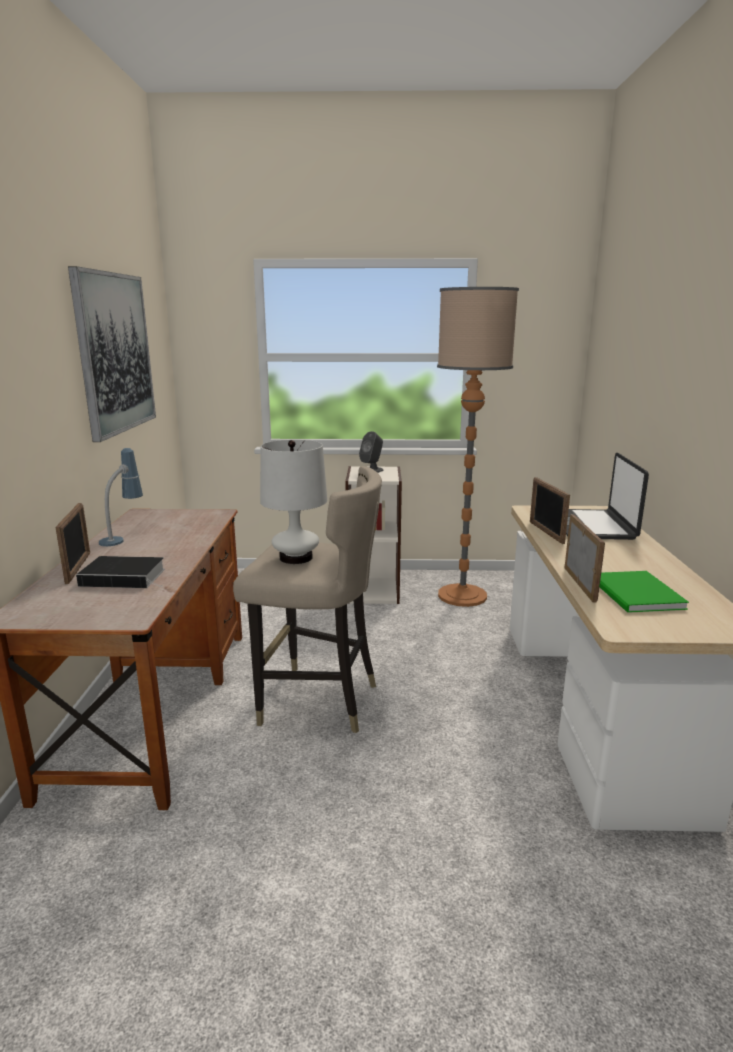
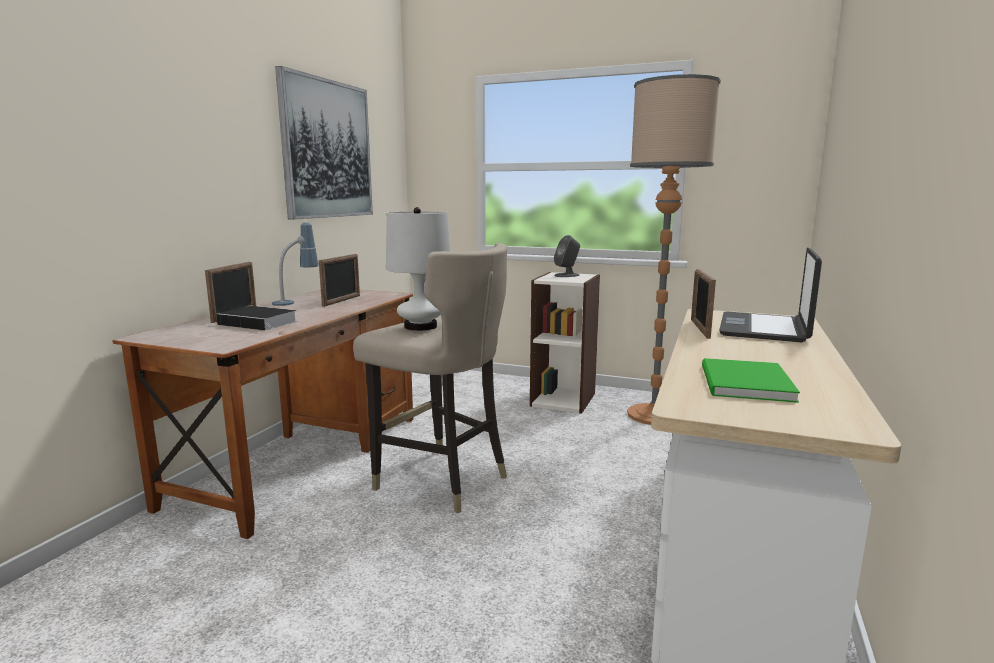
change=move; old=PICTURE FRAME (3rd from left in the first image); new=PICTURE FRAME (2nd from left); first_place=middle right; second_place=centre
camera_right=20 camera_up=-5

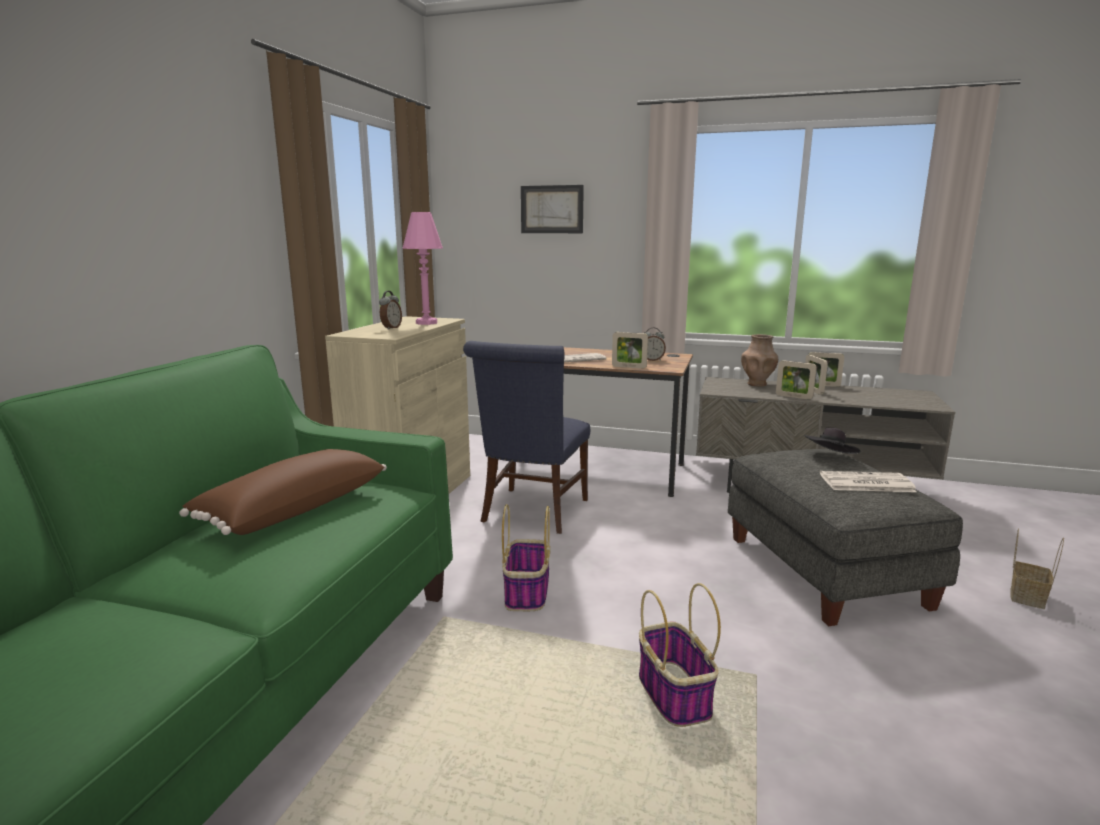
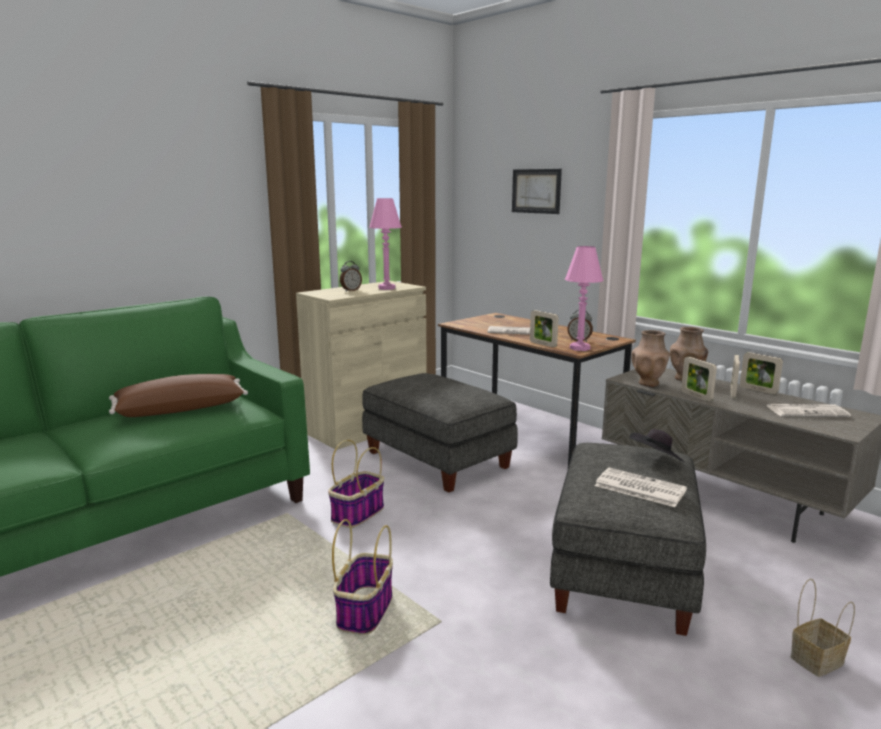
change=replace; old=BLUE-COLOURED UPRIGHT CHAIR; new=GREY OTTOMAN (1st from left); first_place=centre; second_place=centre
change=insert; new=PINK TABLETOP LAMP (2nd from left); second_place=centre
change=insert; new=BROWNISH DECORATIVE VASE (1st from left); second_place=middle right
change=insert; new=PRINTED PAPER (3rd from left); second_place=middle right
camera_right=30 camera_up=0

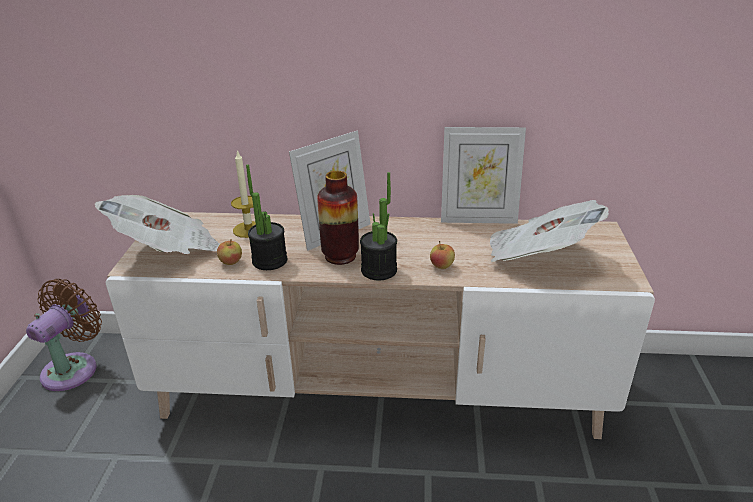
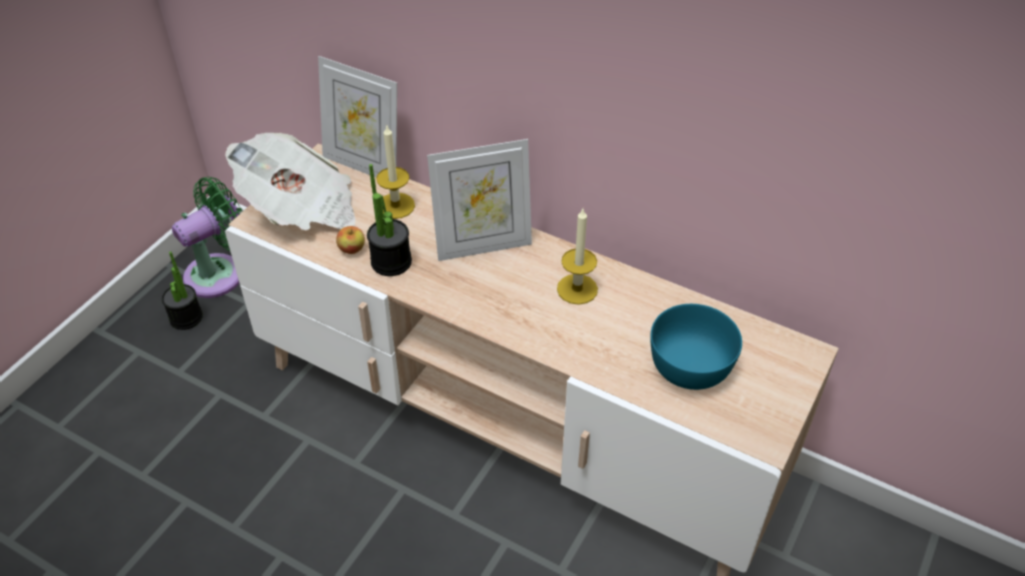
change=move; old=PLANT IN A POT (2nd from left in the first image); new=PLANT IN A POT (1st from left); first_place=centre; second_place=middle left
change=recolor; old=BROWNISH COOLING FAN; new=GREEN COOLING FAN; first_place=bottom left; second_place=middle left
change=move; old=PICTURE FRAME (2nd from left in the first image); new=PICTURE FRAME (1st from left); first_place=centre; second_place=top centre
change=insert; new=WAX LIGHT (2nd from left); second_place=centre
change=replace; old=PRINTED PAPER (2nd from left); new=TURQUOISE-COLOURED BOWL; first_place=middle right; second_place=middle right
change=delete; old=DECORATIVE VASE; first_place=centre
change=delete; old=APPLE (2nd from left); first_place=centre
camera_right=25 camera_up=15

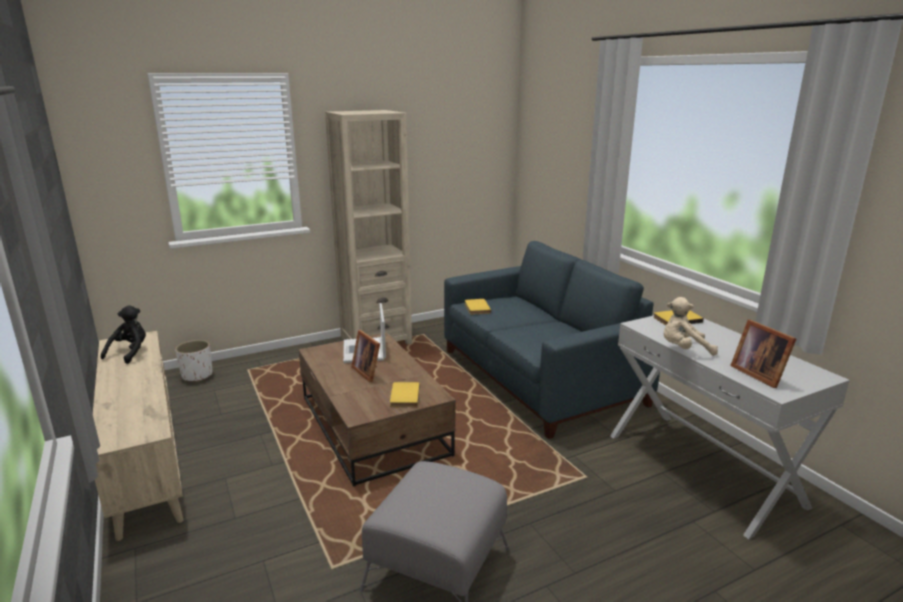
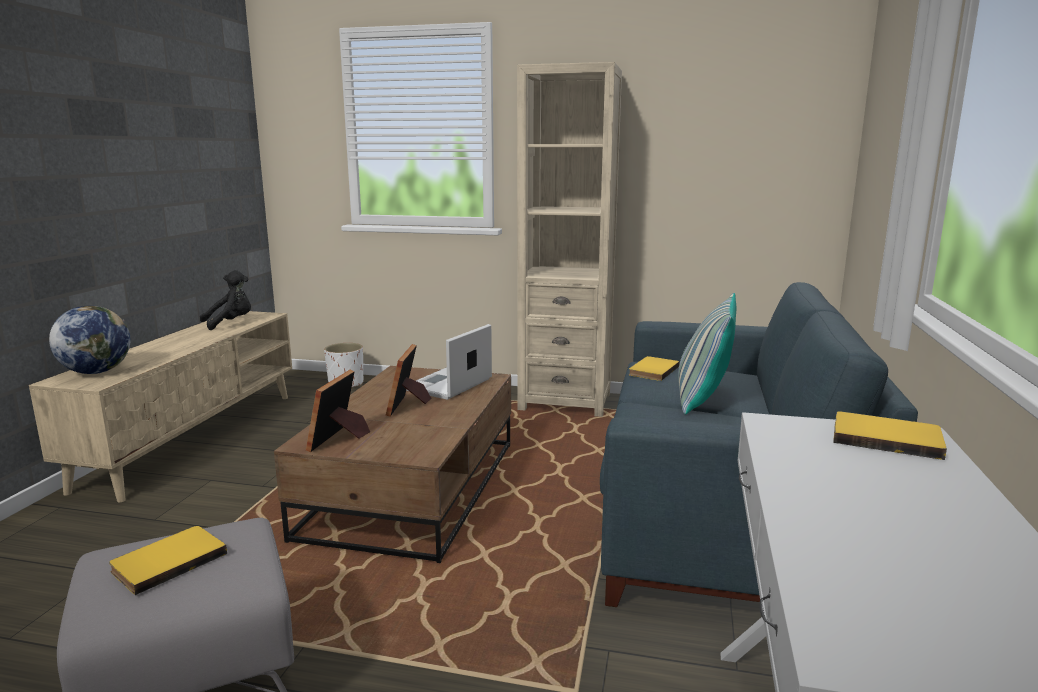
change=insert; new=WORLD GLOBE; second_place=middle left
change=move; old=YELLOW VOLUME (1st from left); first_place=centre; second_place=bottom left
change=move; old=PICTURE FRAME (2nd from left in the first image); new=PICTURE FRAME (1st from left); first_place=middle right; second_place=middle left
change=insert; new=CUSHION; second_place=middle right
change=delete; old=BEIGE SOFT TOY; first_place=middle right
camera_right=40 camera_up=-5

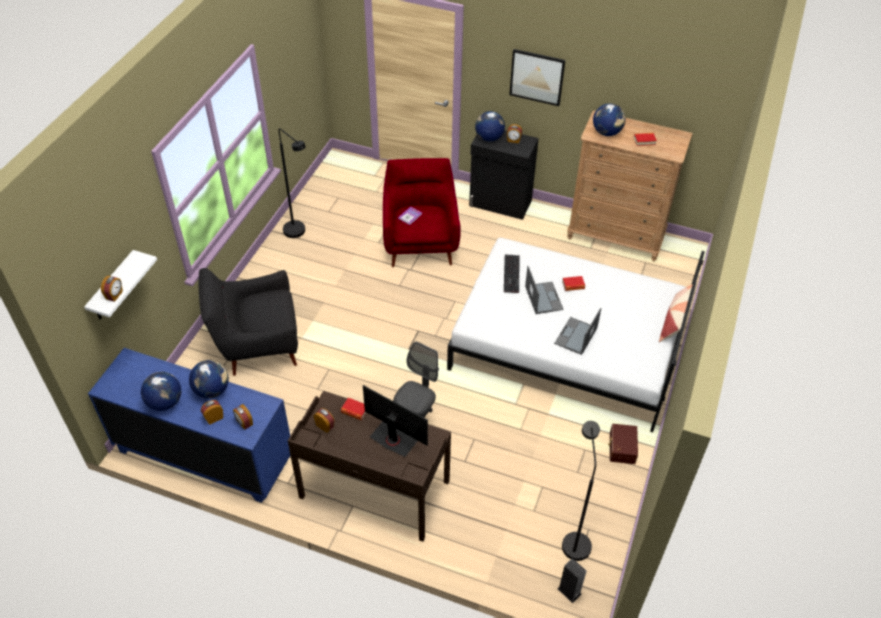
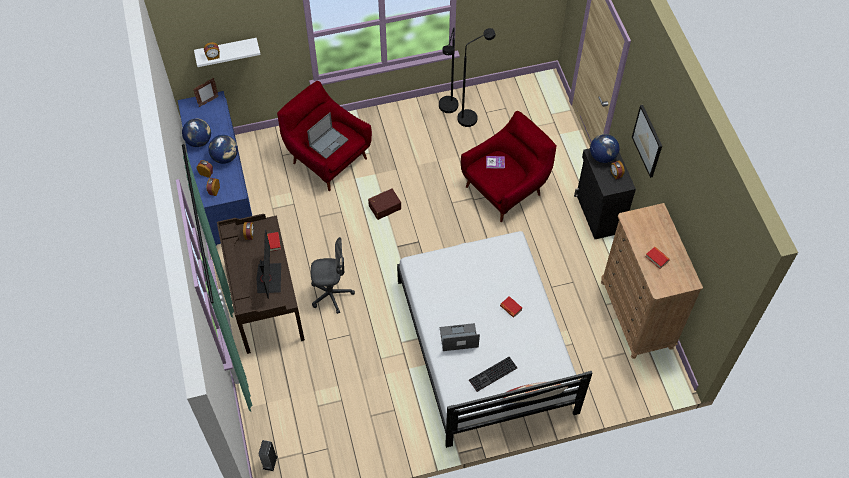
change=insert; new=PICTURE FRAME; second_place=top left
change=recolor; old=BLACK LOUNGE CHAIR; new=RED LOUNGE CHAIR (1st from left); first_place=middle left; second_place=top centre
change=move; old=LAPTOP (1st from left); first_place=centre; second_place=top centre
change=move; old=BROWNISH STORAGE BOX; first_place=bottom right; second_place=centre
change=move; old=BLACK FLOOR LAMP (2nd from left); first_place=bottom centre; second_place=top centre
change=move; old=PC KEYBOARD; first_place=centre; second_place=bottom centre
change=delete; old=WORLD GLOBE (4th from left); first_place=top right
camera_right=55 camera_up=10

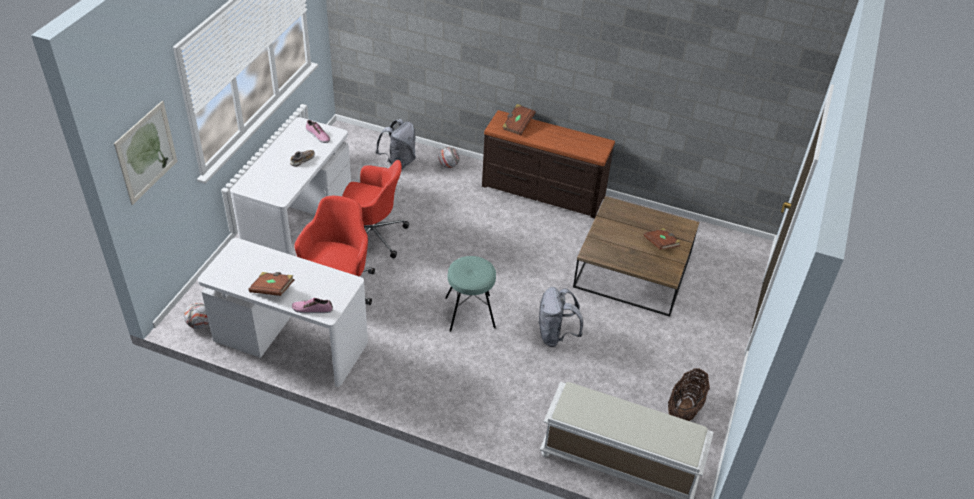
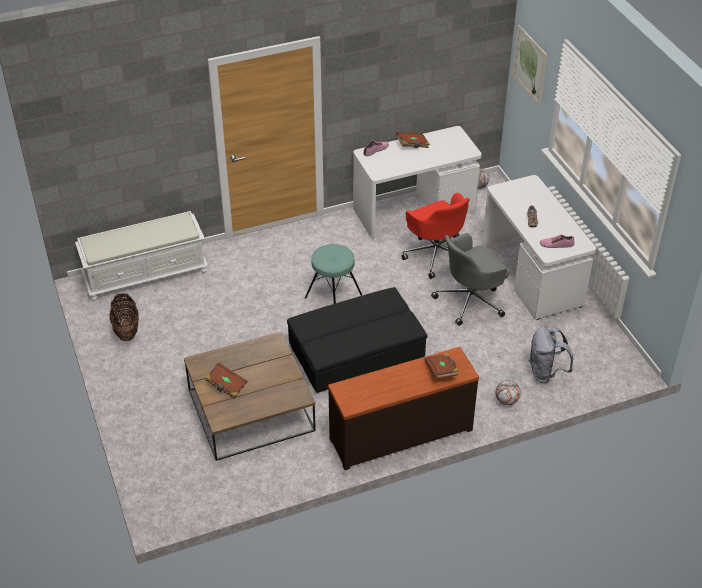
change=insert; new=BLACK OTTOMAN; second_place=centre
change=recolor; old=RED COMPUTER CHAIR (2nd from left); new=GREY COMPUTER CHAIR; first_place=centre; second_place=middle right
change=delete; old=GREY BACKPACK (2nd from left); first_place=centre
camera_right=140 camera_up=0

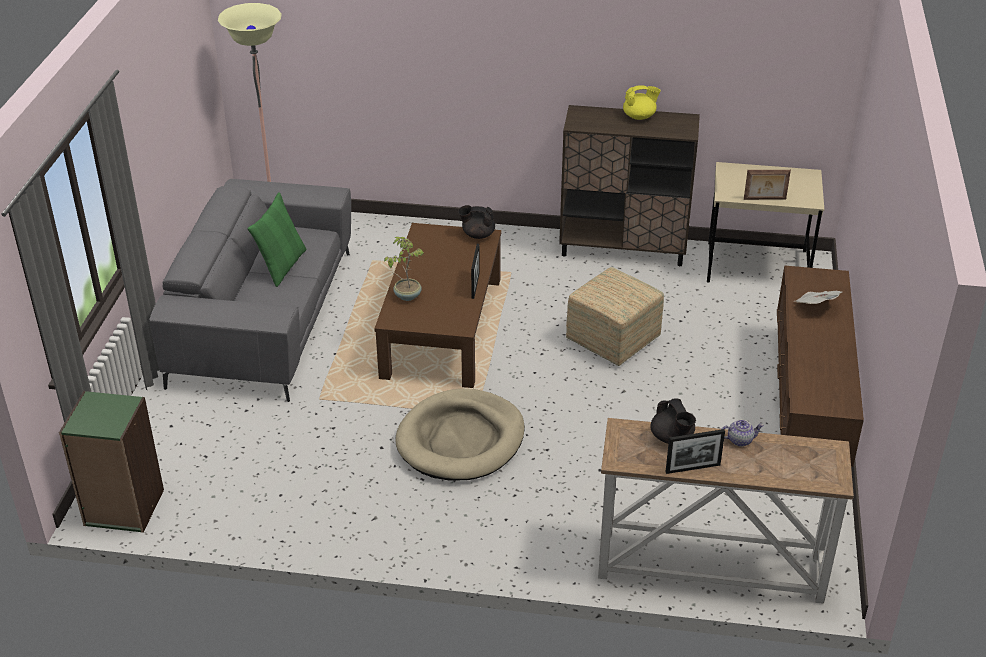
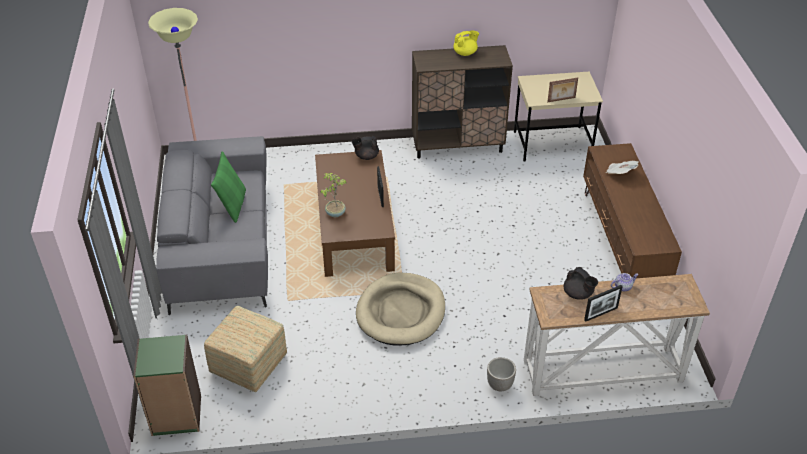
change=move; old=OTTOMAN; first_place=centre; second_place=bottom left
change=insert; new=PLANT POT; second_place=bottom centre
camera_right=-15 camera_up=5

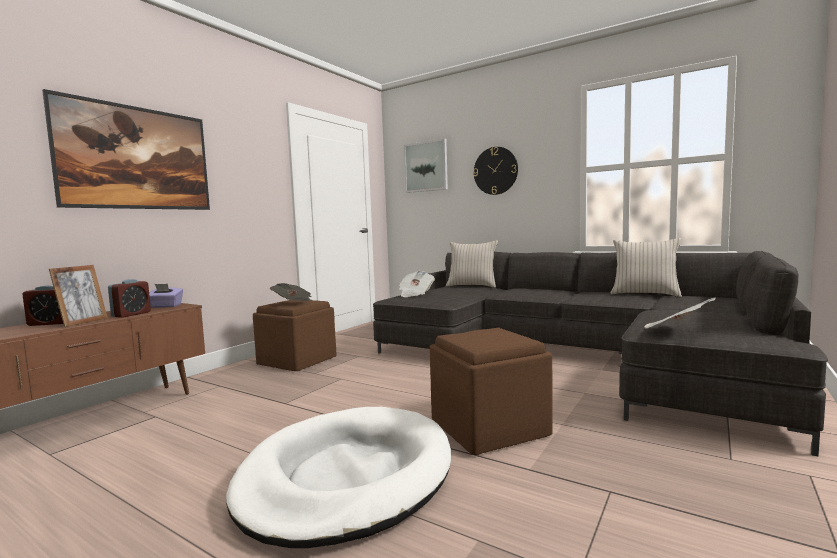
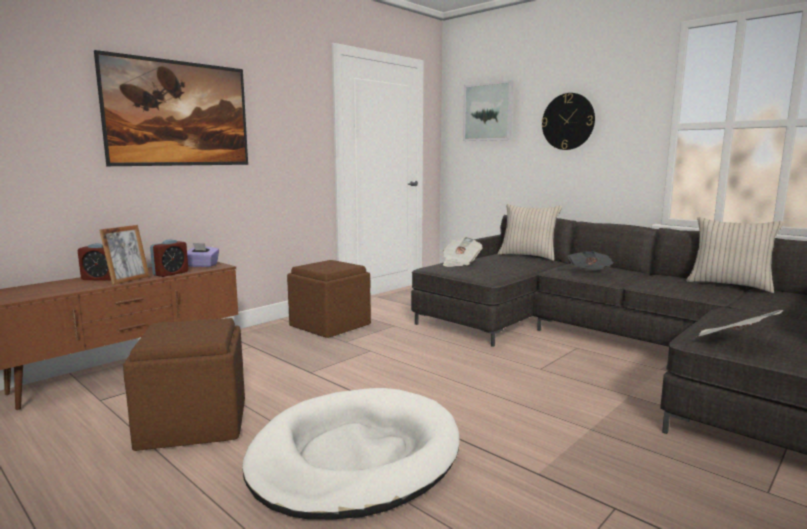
change=move; old=BROWNISH OTTOMAN (2nd from left in the first image); new=BROWNISH OTTOMAN (1st from left); first_place=bottom centre; second_place=bottom left
change=move; old=PRINTED PAPER (1st from left in the first image); new=PRINTED PAPER (2nd from left); first_place=centre; second_place=middle right
camera_right=10 camera_up=5

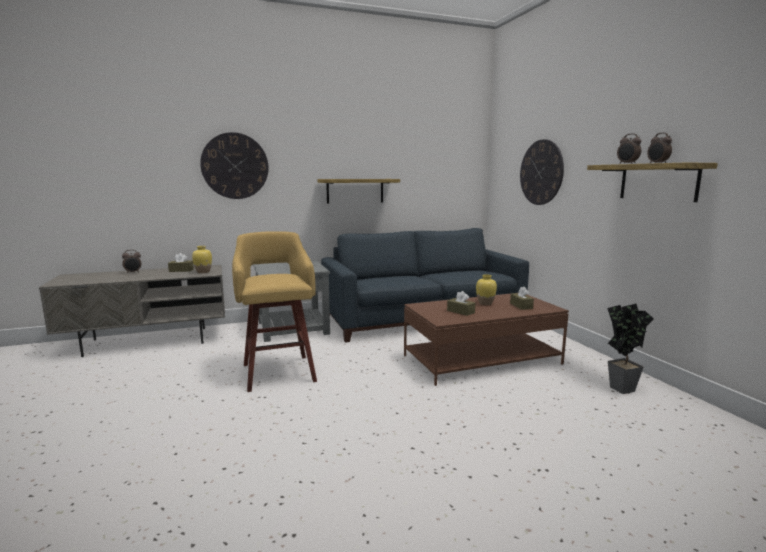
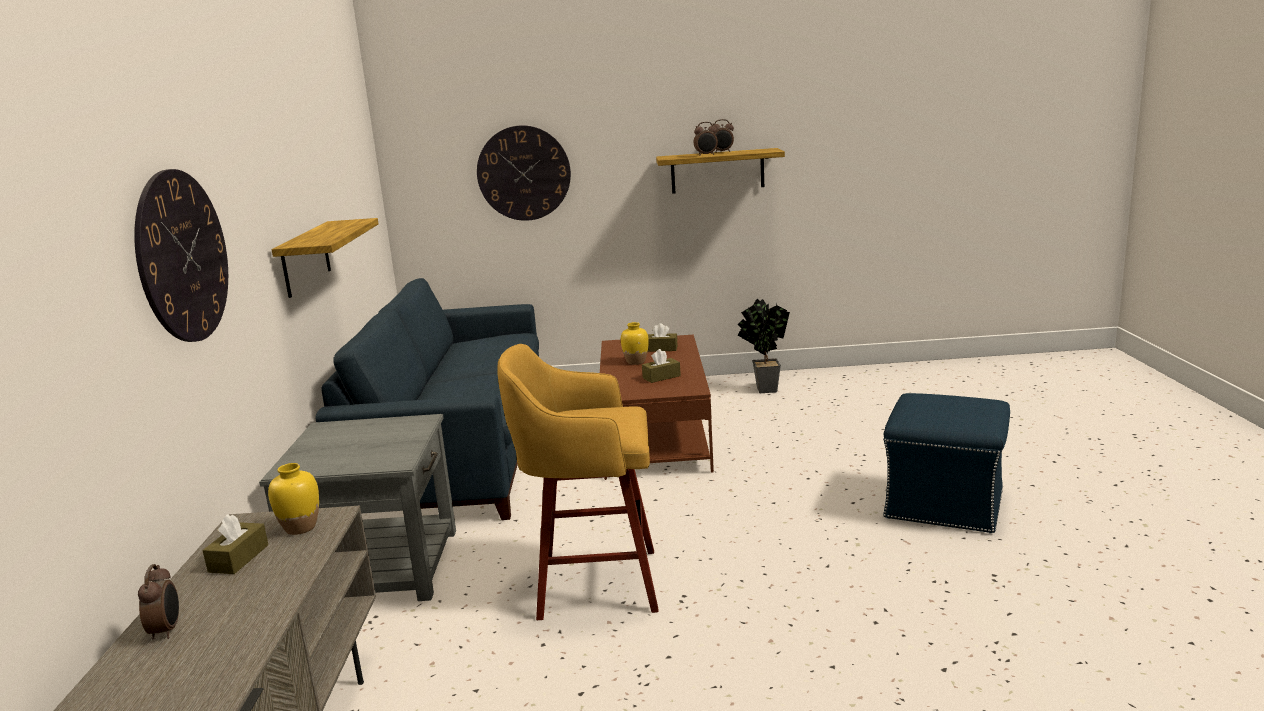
change=insert; new=BLUE-COLOURED OTTOMAN; second_place=middle right
camera_right=-70 camera_up=5

